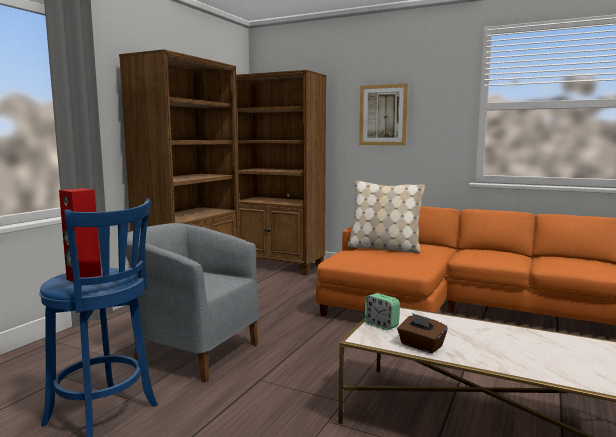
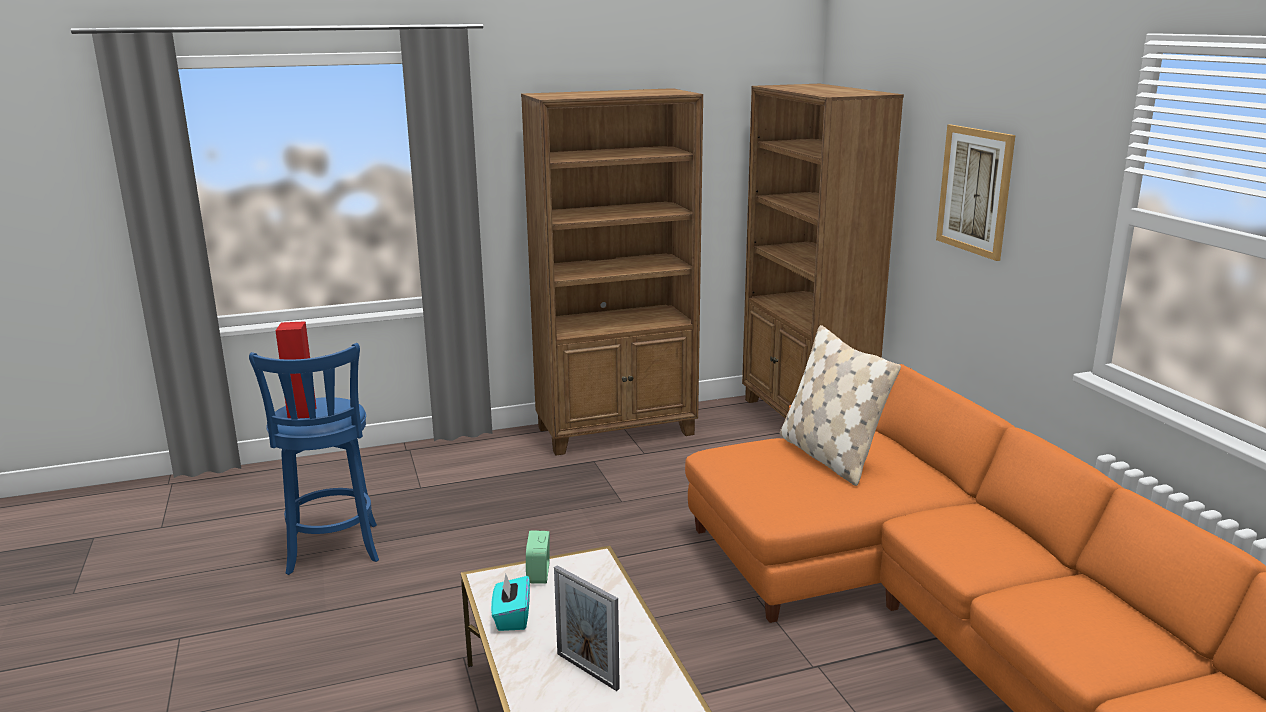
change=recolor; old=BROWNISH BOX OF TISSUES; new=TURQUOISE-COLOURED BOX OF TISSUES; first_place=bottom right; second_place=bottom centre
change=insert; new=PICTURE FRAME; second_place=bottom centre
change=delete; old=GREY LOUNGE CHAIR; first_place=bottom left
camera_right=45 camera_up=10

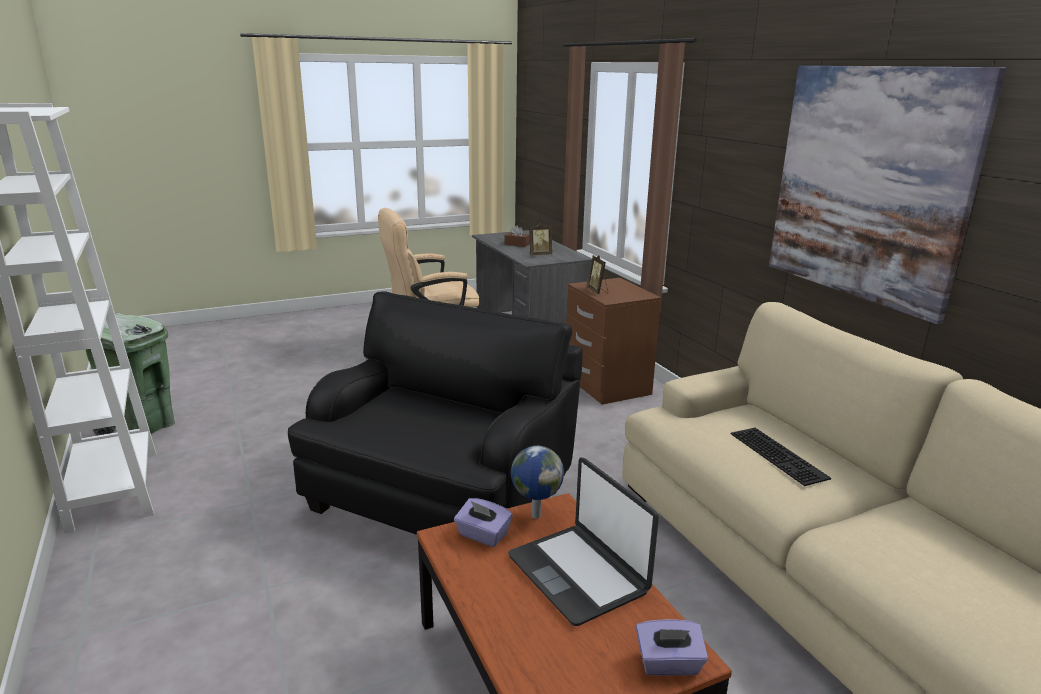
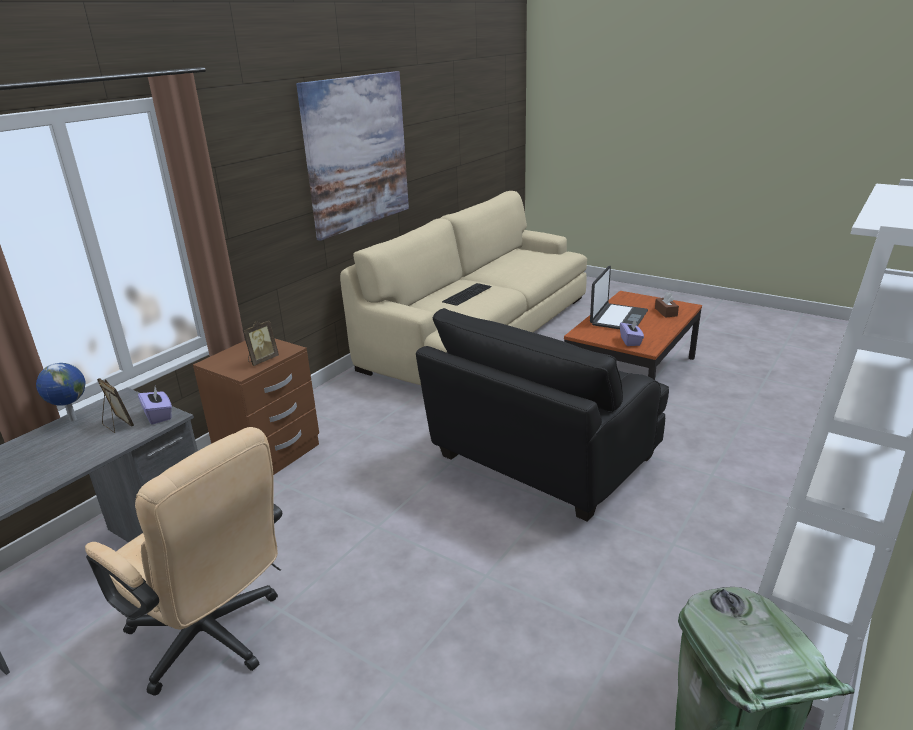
change=move; old=WORLD GLOBE; first_place=bottom centre; second_place=middle left
change=move; old=PURPLE BOX OF TISSUES (2nd from left in the first image); new=PURPLE BOX OF TISSUES (1st from left); first_place=bottom centre; second_place=middle left
change=rotate; old=BLACK LOUNGE CHAIR; first_place=centre; second_place=centre; degrees=-45
change=move; old=BROWNISH BOX OF TISSUES; first_place=centre; second_place=middle right
camera_right=-120 camera_up=5

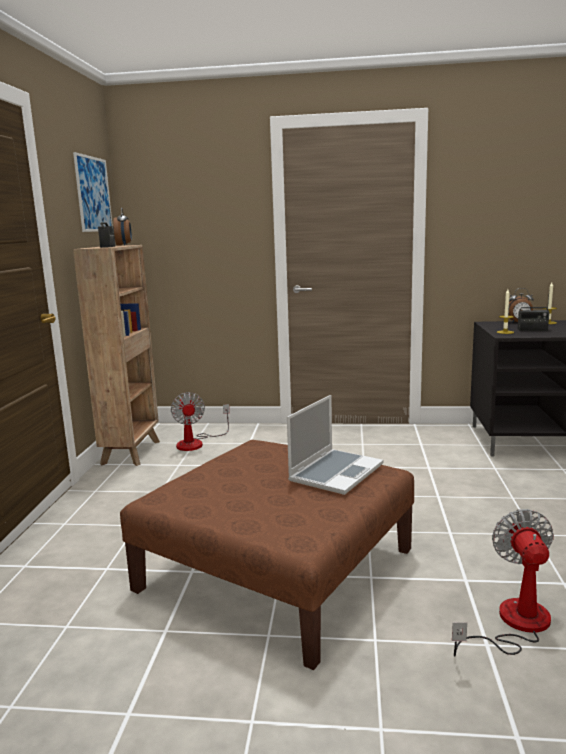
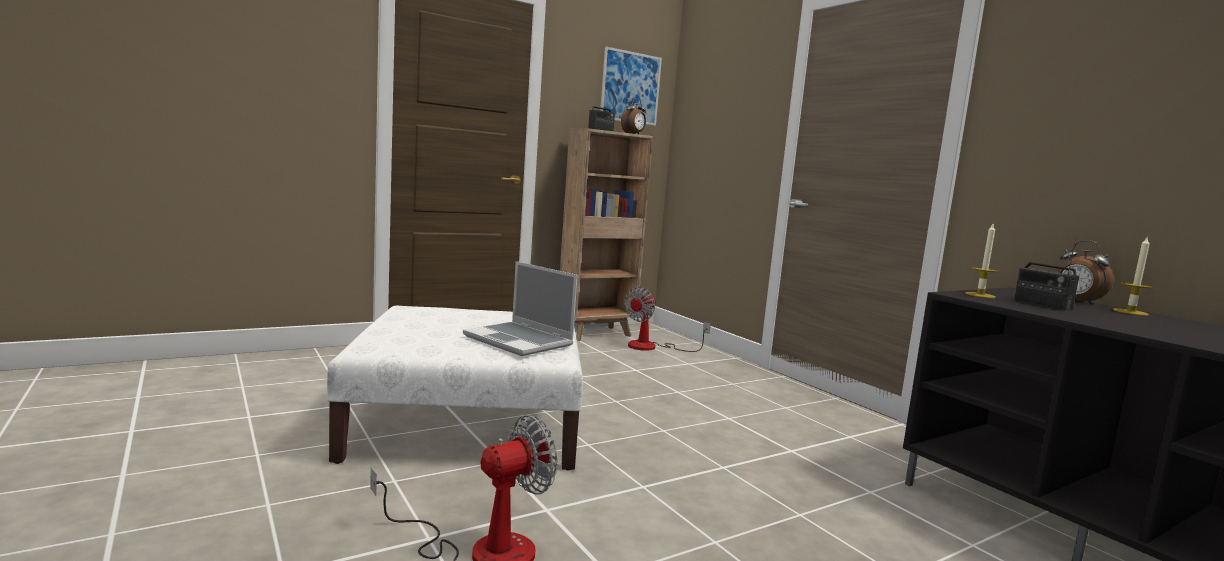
change=recolor; old=BROWNISH OTTOMAN; new=WHITISH OTTOMAN; first_place=bottom centre; second_place=bottom centre
change=rotate; old=LAPTOP; first_place=centre; second_place=centre; degrees=45
camera_right=50 camera_up=-5

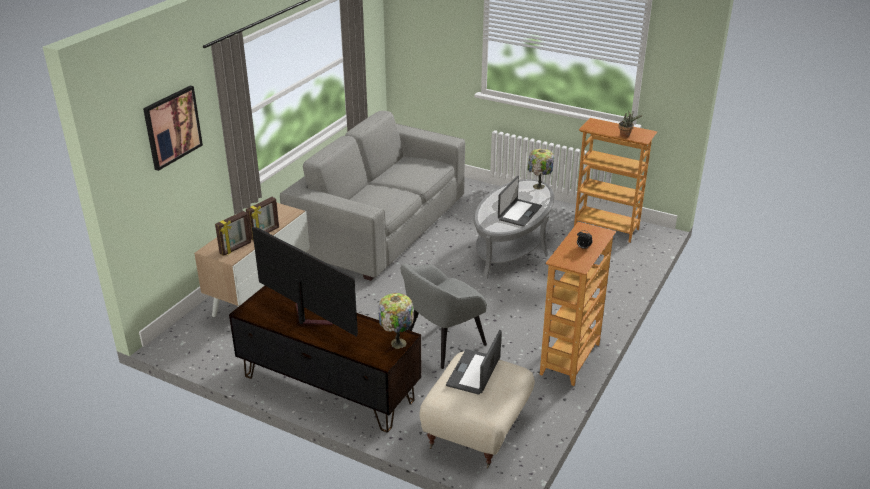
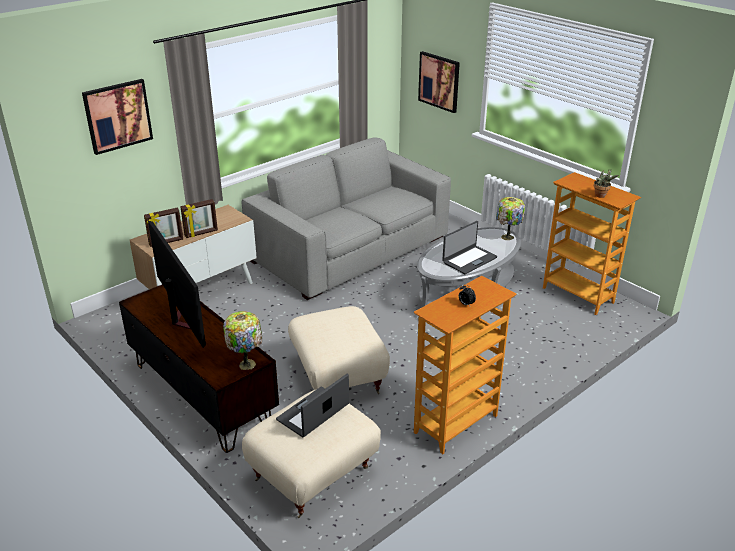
change=replace; old=GREY LOUNGE CHAIR; new=BEIGE OTTOMAN (2nd from left); first_place=centre; second_place=centre
change=insert; new=WALL PICTURE (2nd from left); second_place=top centre
camera_right=20 camera_up=0

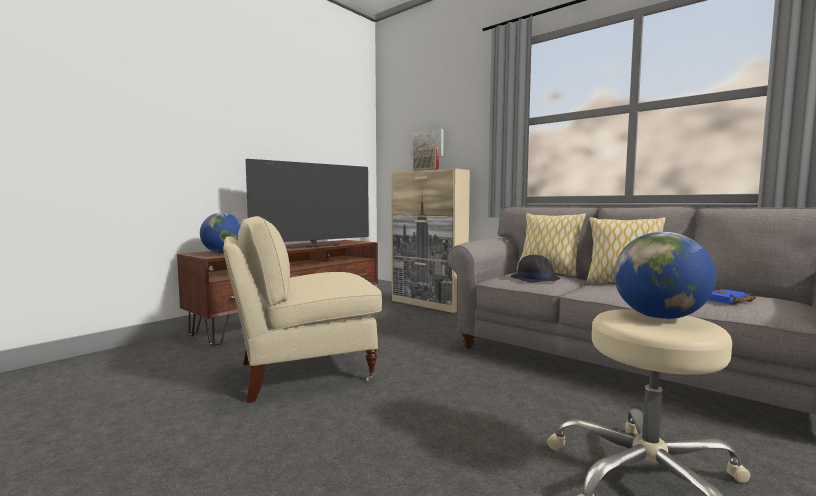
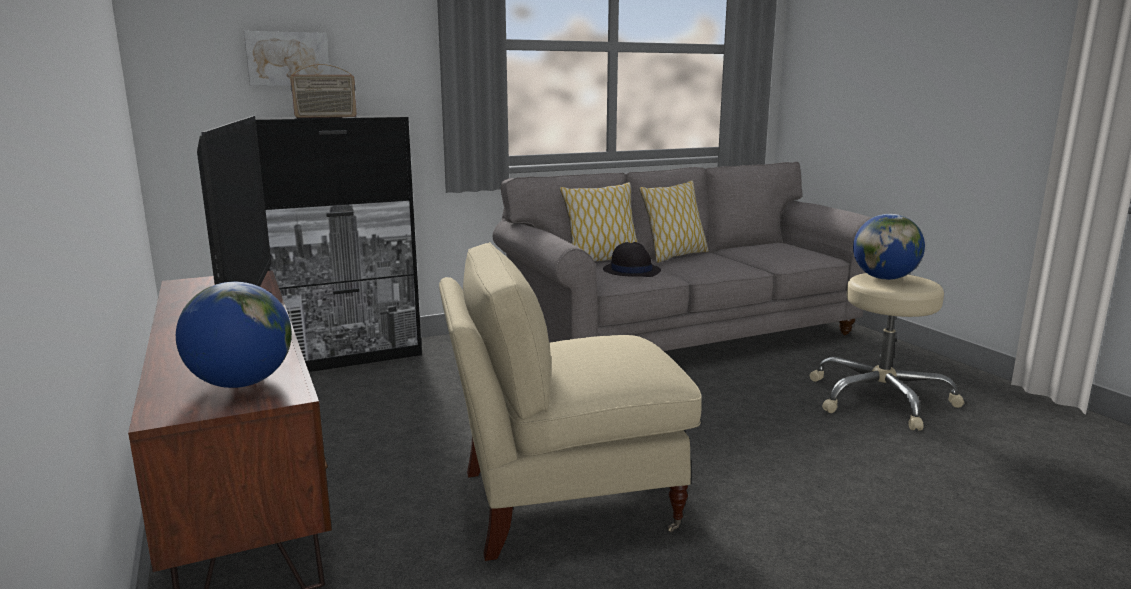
change=recolor; old=BEIGE CUPBOARD; new=BLACK CUPBOARD; first_place=centre; second_place=middle left
change=rotate; old=BEIGE LOUNGE CHAIR; first_place=centre; second_place=bottom centre; degrees=75
change=delete; old=BLUE-COLOURED VOLUME; first_place=middle right
camera_right=-65 camera_up=10

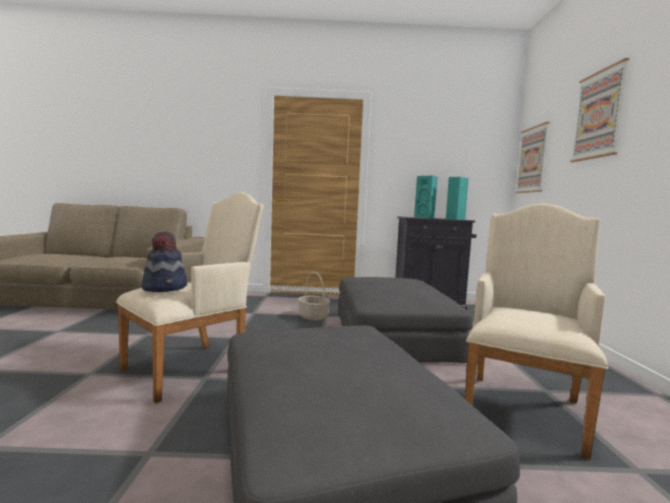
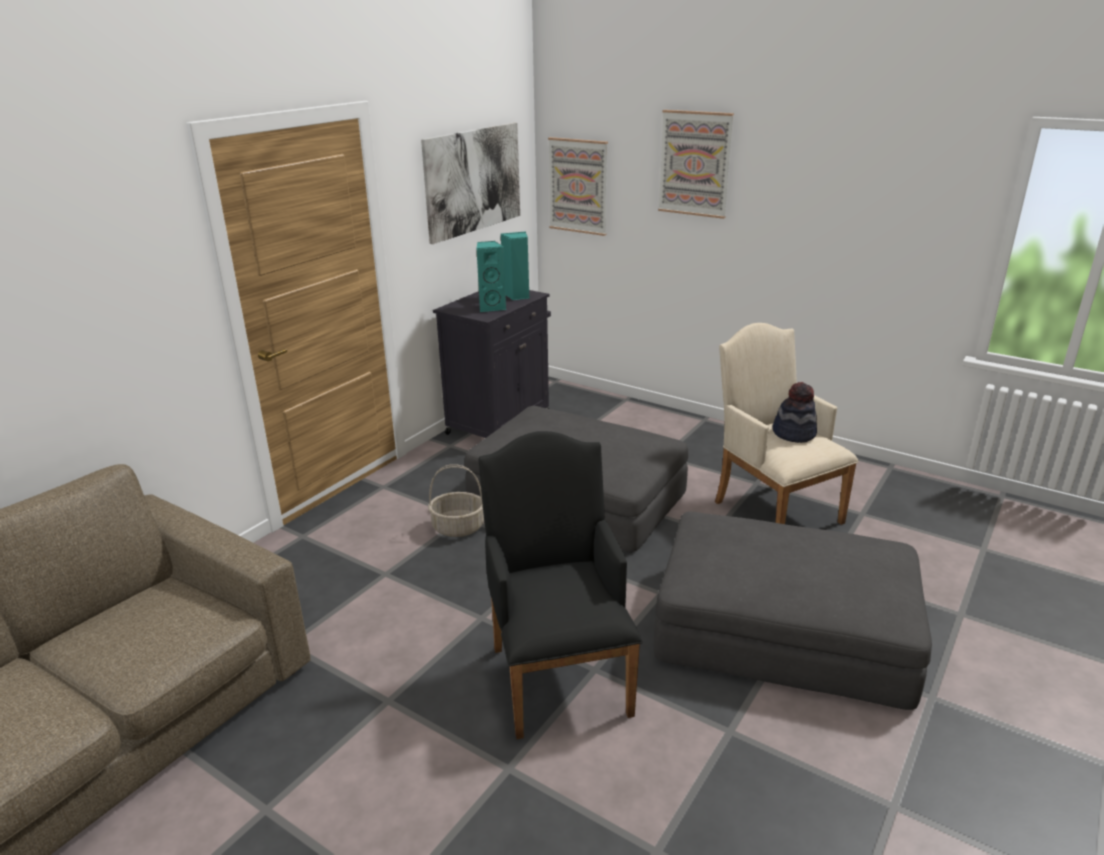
change=insert; new=WALL PICTURE (1st from left); second_place=top centre
change=recolor; old=BEIGE LOUNGE CHAIR (1st from left); new=BLACK LOUNGE CHAIR; first_place=middle left; second_place=bottom centre
change=move; old=HAT; first_place=middle left; second_place=middle right
camera_right=-55 camera_up=20

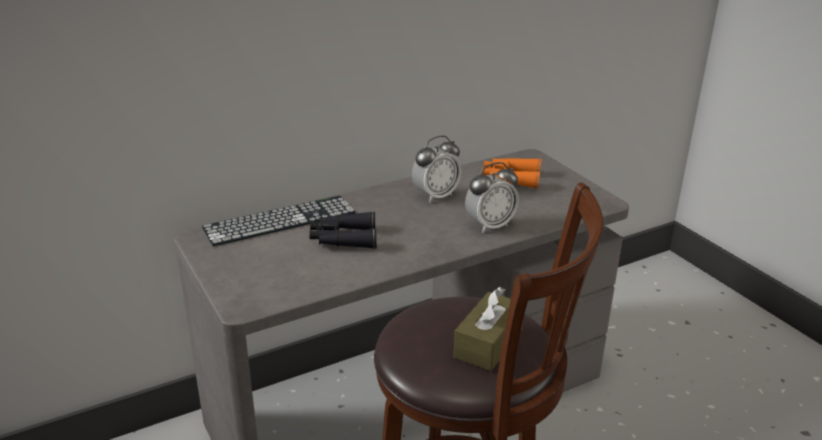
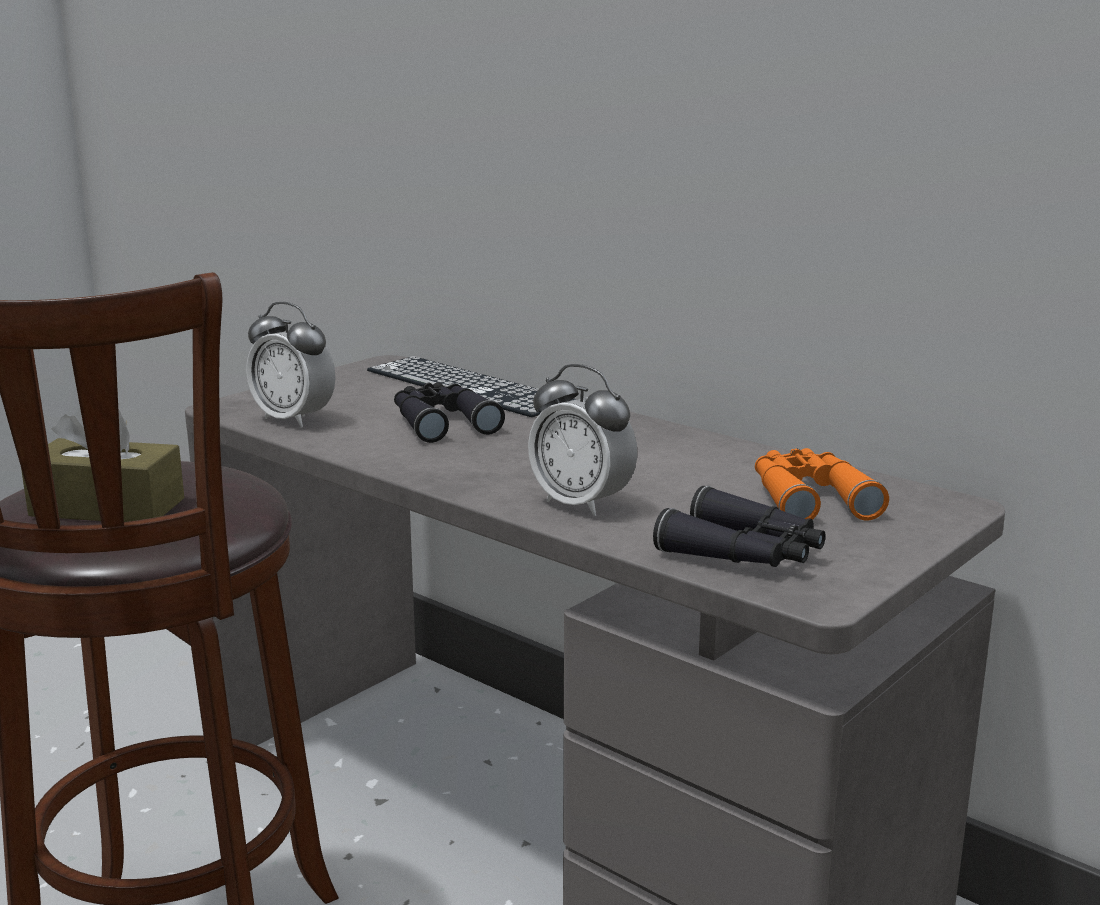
change=move; old=TABLE CLOCK (1st from left); first_place=centre; second_place=middle left
change=insert; new=BLACK FIELD GLASSES (2nd from left); second_place=middle right
camera_right=70 camera_up=-10

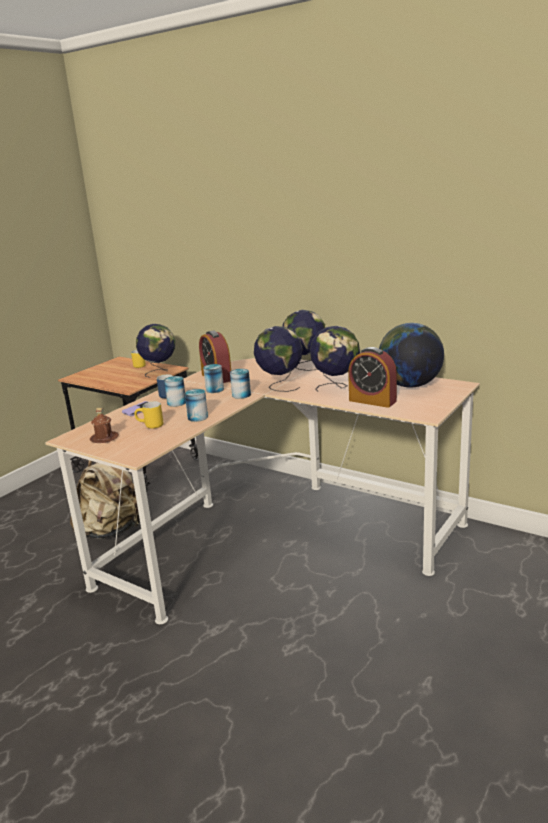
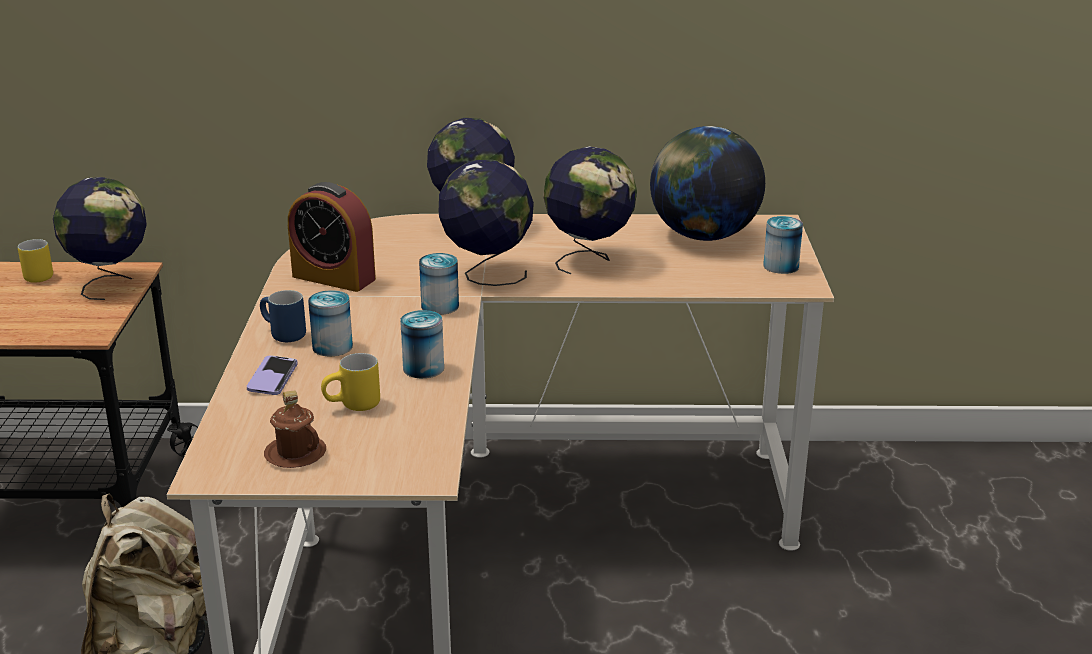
change=move; old=METAL CAN (3rd from left in the first image); new=METAL CAN (4th from left); first_place=centre; second_place=middle right
change=delete; old=TABLE CLOCK (2nd from left); first_place=middle right
camera_right=-35 camera_up=5

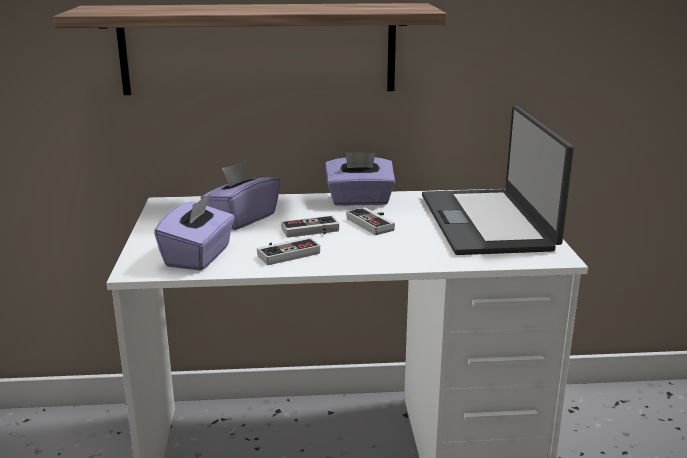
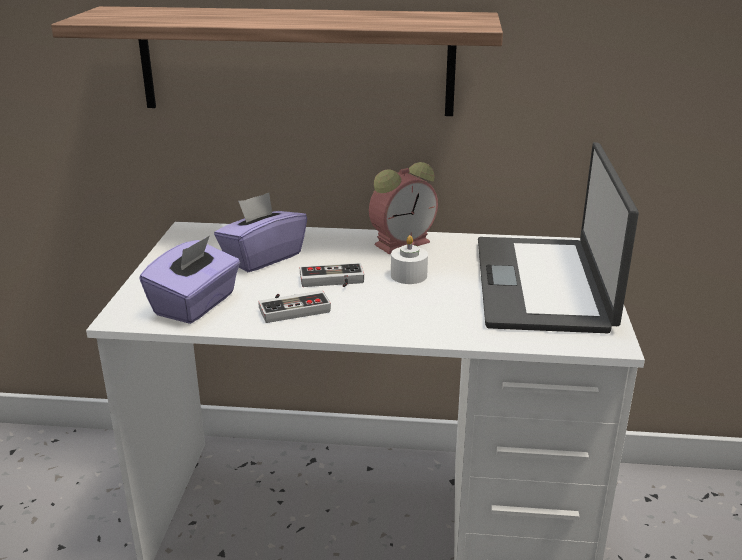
change=replace; old=PURPLE BOX OF TISSUES (3rd from left); new=TABLE CLOCK; first_place=centre; second_place=centre
change=replace; old=GAME CONTROLLER (3rd from left); new=WHITISH WAX LIGHT; first_place=centre; second_place=centre
camera_right=10 camera_up=5

